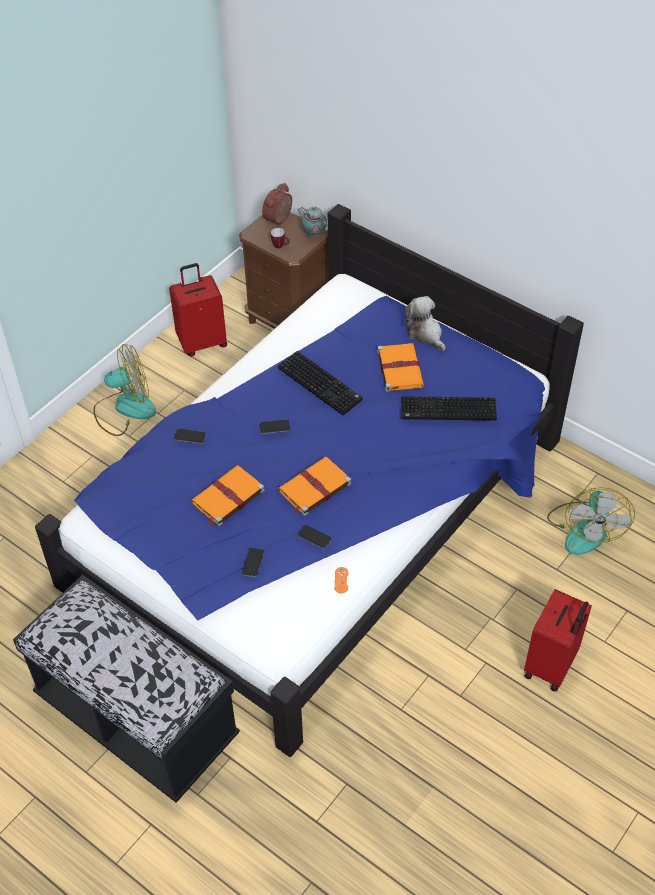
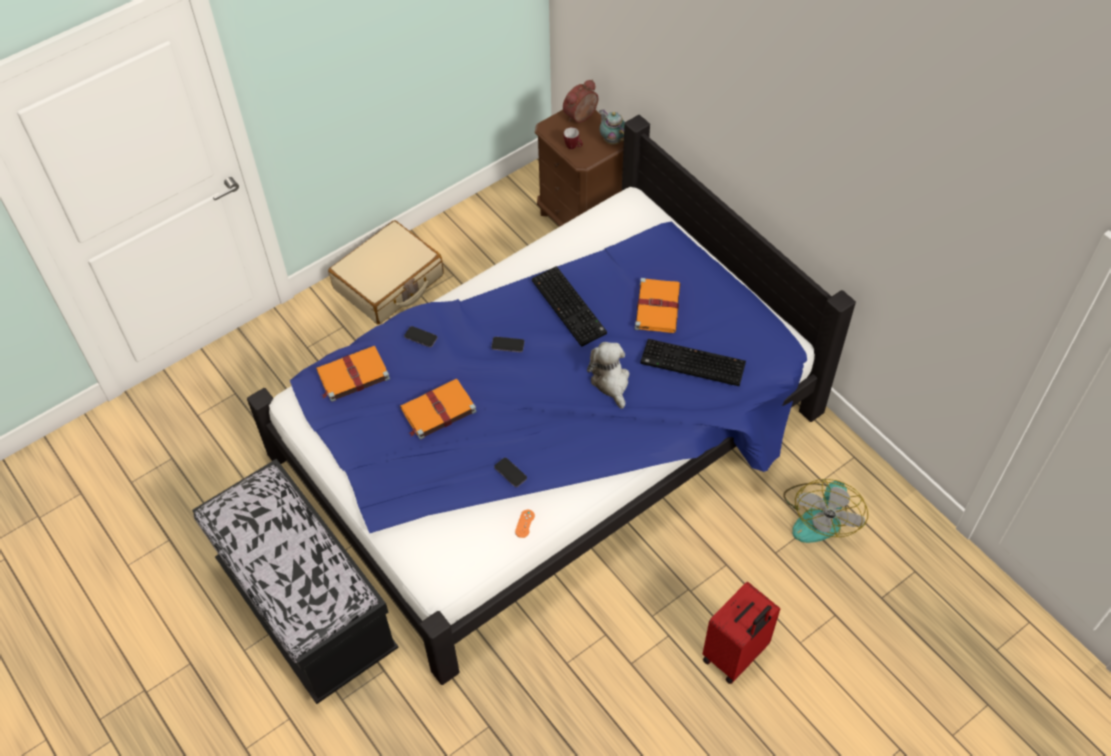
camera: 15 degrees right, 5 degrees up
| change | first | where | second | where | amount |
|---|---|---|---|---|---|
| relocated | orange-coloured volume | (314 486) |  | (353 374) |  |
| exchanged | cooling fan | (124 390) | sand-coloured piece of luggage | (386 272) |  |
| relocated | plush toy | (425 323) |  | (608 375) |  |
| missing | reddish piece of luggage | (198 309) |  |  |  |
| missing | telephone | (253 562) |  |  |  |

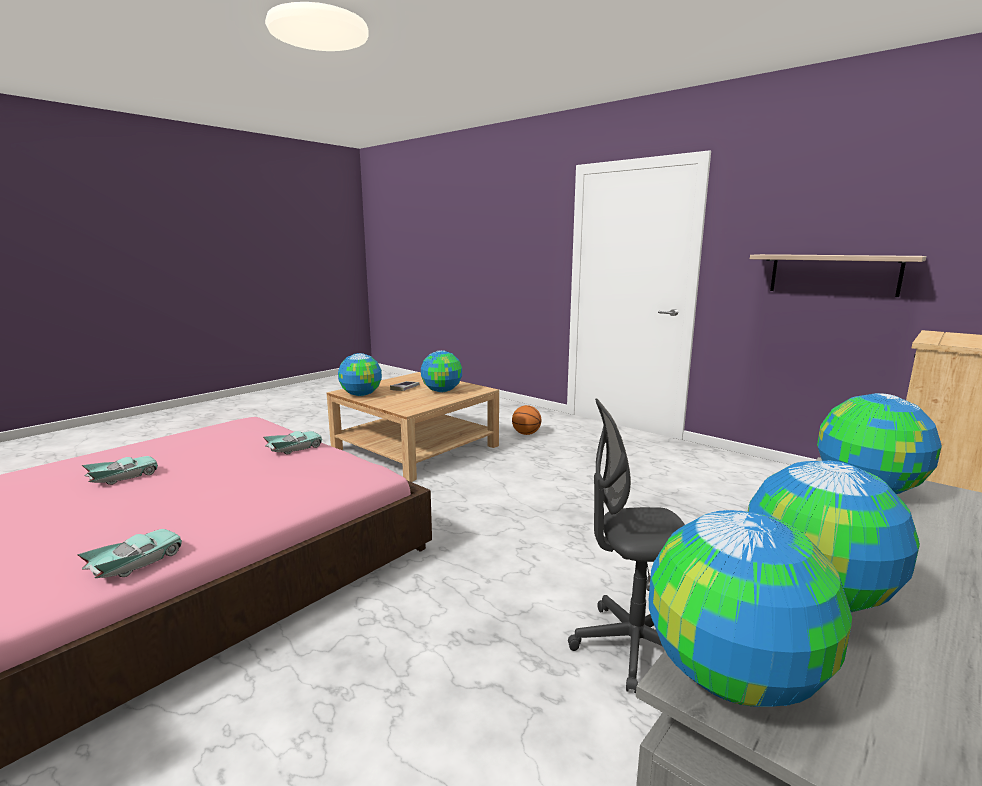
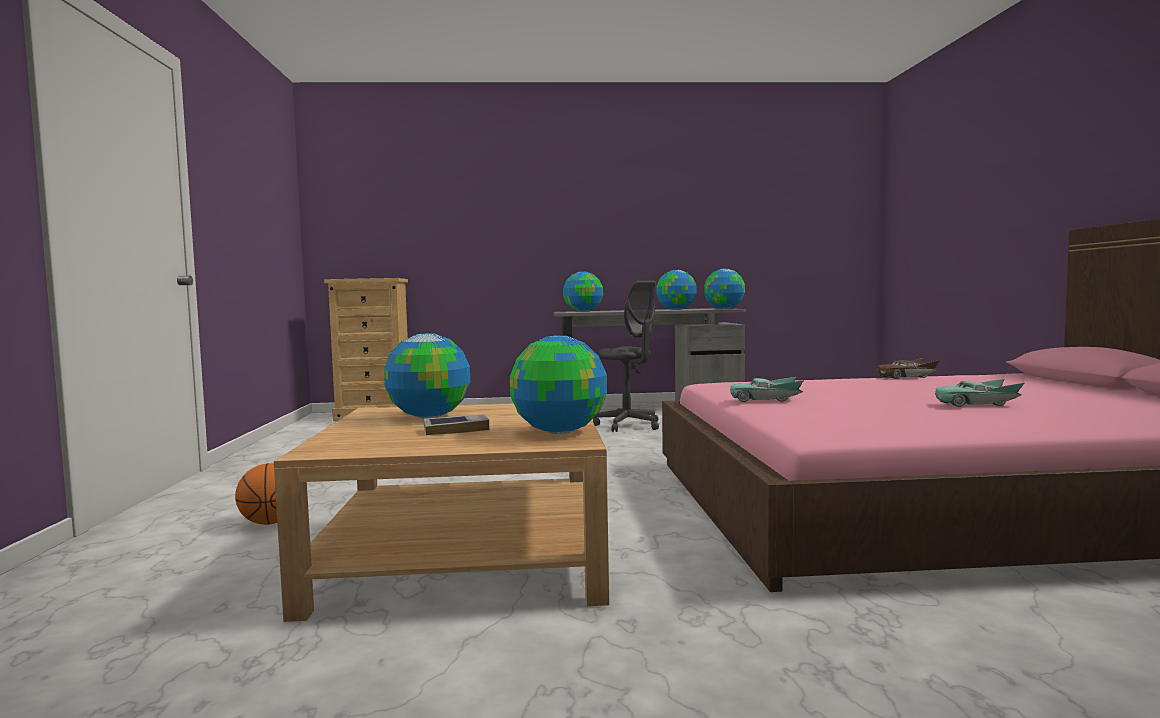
camera: 135 degrees left, 10 degrees down
| change | first | where | second | where | amount |
|---|---|---|---|---|---|
| colour | blue-green toy car | (129 553) | brownish toy car | (909 368) |  |
| missing | bracket shelf | (838 275) |  |  |  |

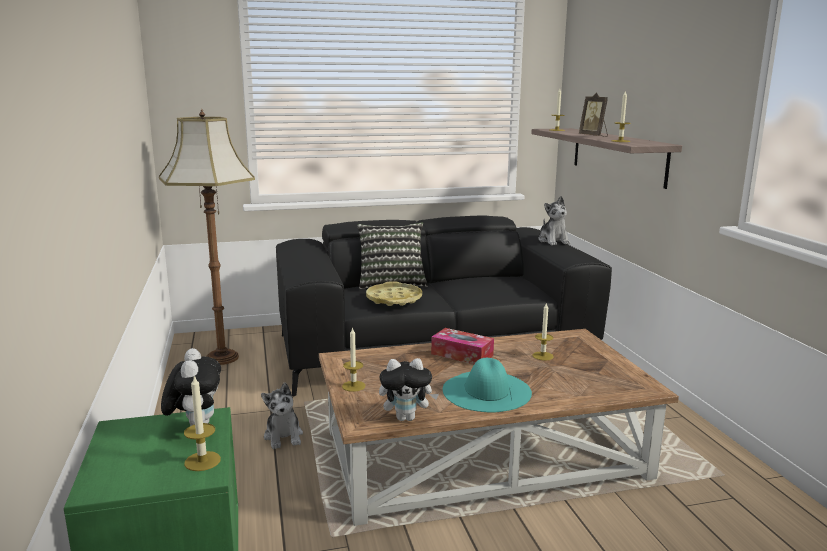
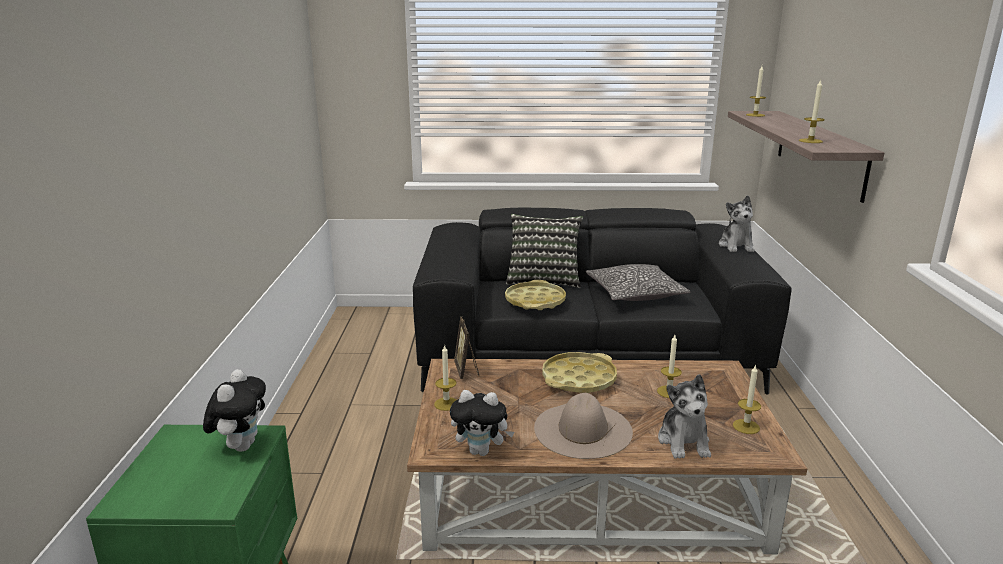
camera: 15 degrees right, 5 degrees up
| change | first | where | second | where | amount |
|---|---|---|---|---|---|
| relocated | picture frame | (593 114) |  | (466 348) |  |
| colour | blue-green wearable hat | (487 385) | sand-coloured wearable hat | (583 426) |  |
| exchanged | tissue holder | (462 346) | yellow serving tray | (579 372) |  |
| appeared |  |  | pillow | (638 282) |  |
| relocated | plush toy | (282 415) |  | (684 416) |  |
| relocated | wax candle | (202 423) |  | (747 399) |  |
| missing | standard lamp | (207 237) |  |  |  |

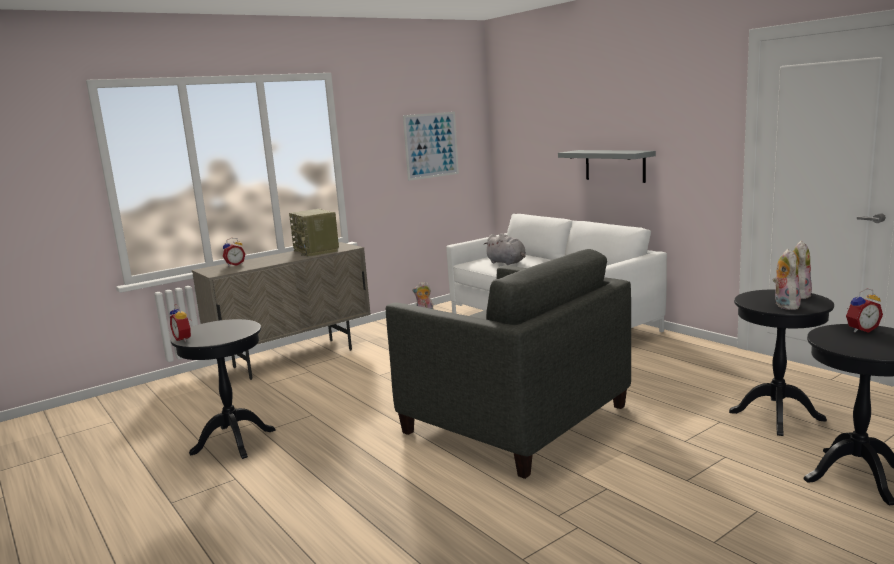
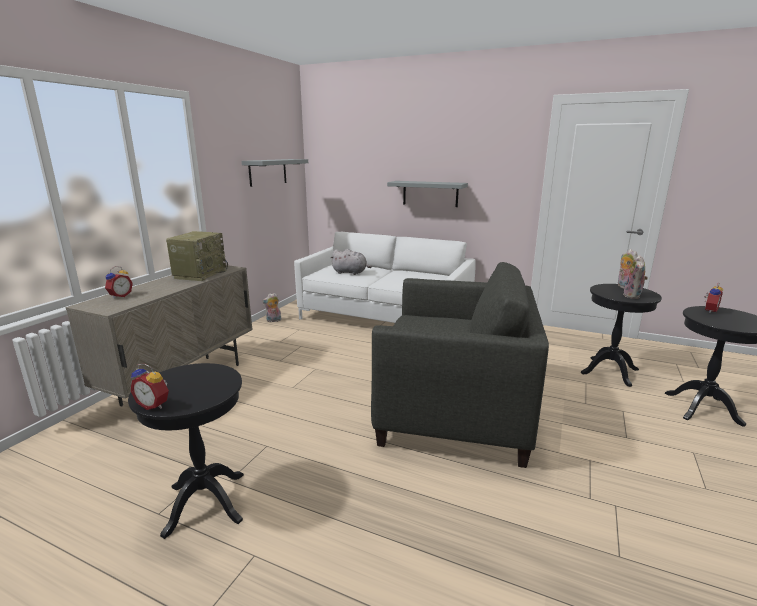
camera: 30 degrees left, 5 degrees up
| change | first | where | second | where | amount |
|---|---|---|---|---|---|
| spun | radio set | (314 233) |  | (197 256) | 105 degrees counterclockwise |
| exchanged | wall art | (431 146) | gray bracket shelf | (275 173) |  |
| spun | plush toy | (787 279) |  | (636 277) | 135 degrees counterclockwise |

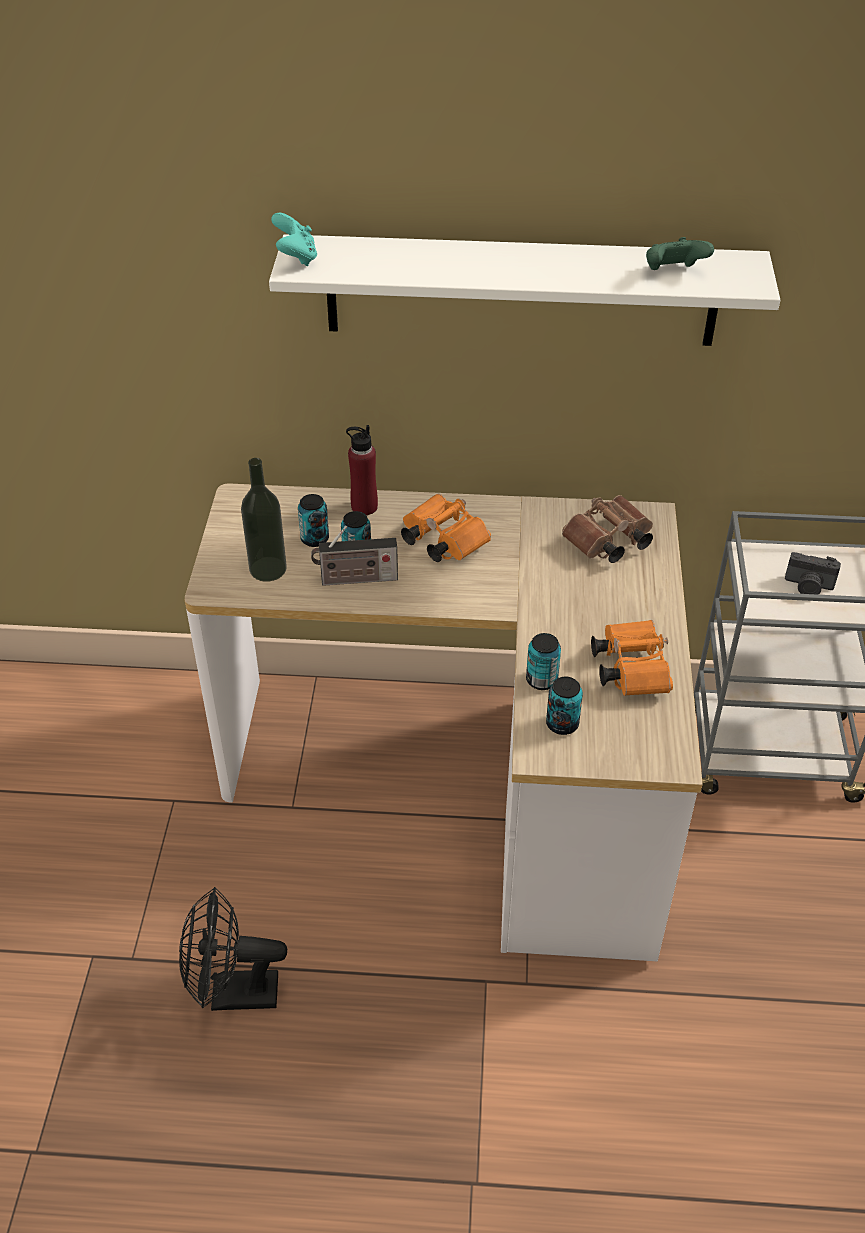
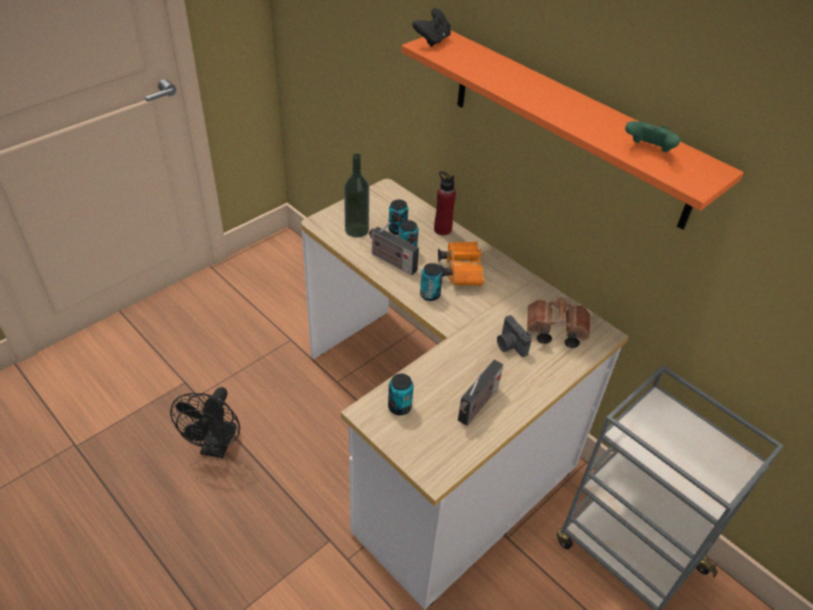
camera: 40 degrees right, 0 degrees up
| change | first | where | second | where | amount |
|---|---|---|---|---|---|
| spun | black-coloured cooling fan | (233 949) |  | (205 422) | 120 degrees counterclockwise |
| colour | white bracket shelf | (524 290) | orange-coloured bracket shelf | (572 130) |  |
| colour | blue-green game controller | (294 239) | black-coloured game controller | (431 27) |  |
| relocated | sealed can | (543 661) |  | (431 282) |  |
| exchanged | orange-coloured field glasses | (632 658) | radio set | (480 393) |  |
| relocated | photo camera | (813 573) |  | (514 336) |  |

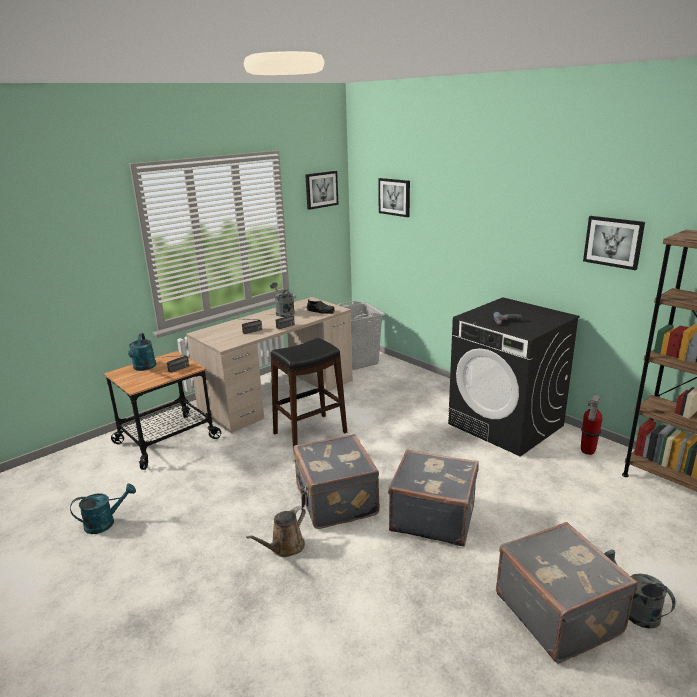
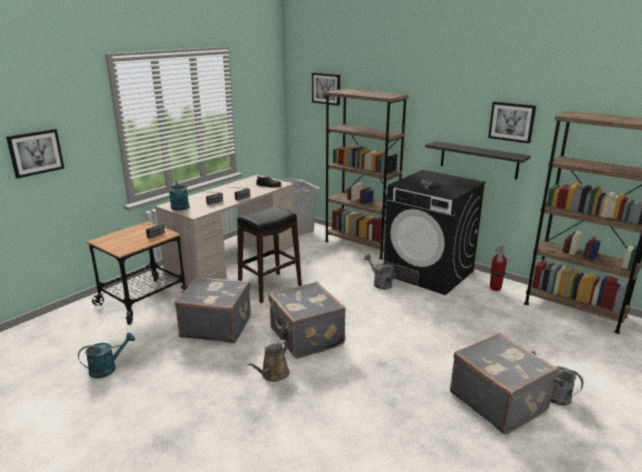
camera: 10 degrees left, 0 degrees up
| change | first | where | second | where | amount |
|---|---|---|---|---|---|
| relocated | wall art | (321 190) |  | (35 154) |  |
| relocated | blue-green watering pot | (142 352) |  | (179 195) |  |
| relocated | gray piece of luggage | (433 498) |  | (213 310) |  |
| appeared |  |  | brownish bookcase | (366 174) |  |
| relocated | gray watering pot | (282 299) |  | (379 271) |  |
| appeared |  |  | bracket shelf | (478 160) |  |

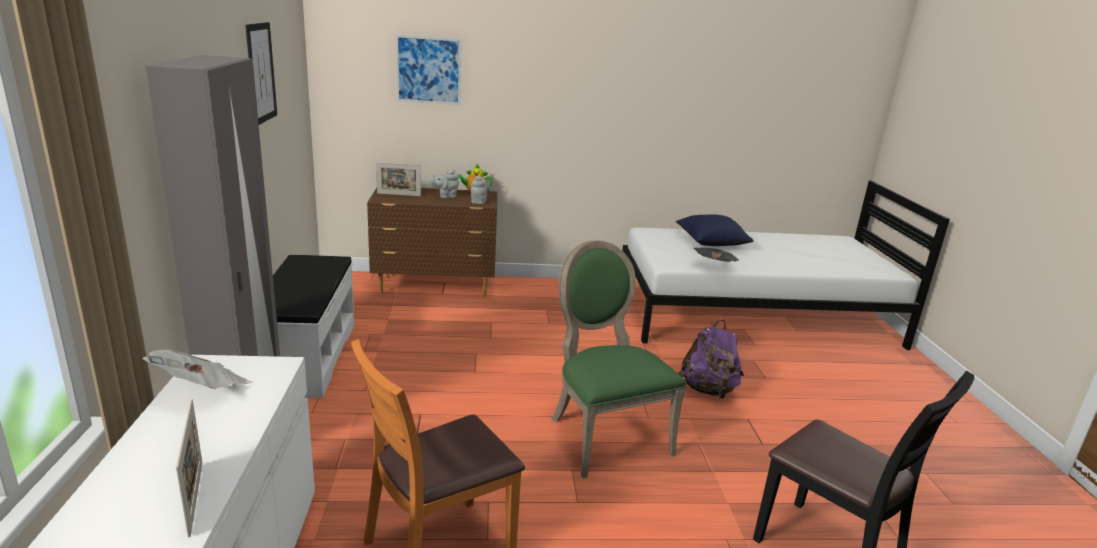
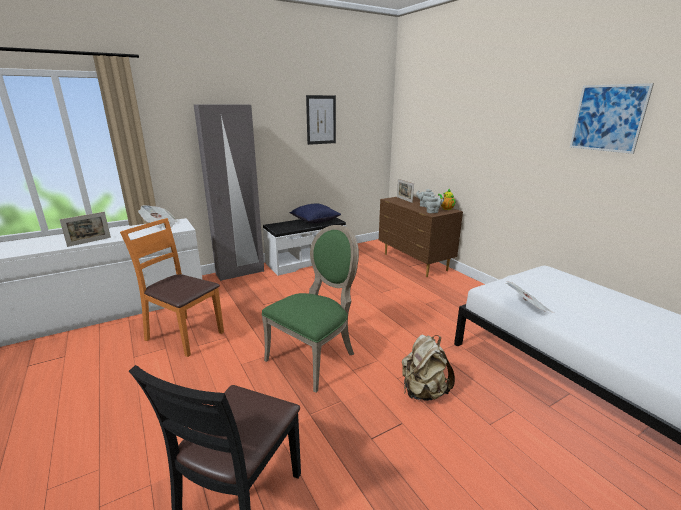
camera: 65 degrees right, 0 degrees up
| change | first | where | second | where | amount |
|---|---|---|---|---|---|
| relocated | blue pillow | (714 230) |  | (315 213) |  |
| colour | purple-coloured rucksack | (711 359) | sand-coloured rucksack | (428 368) |  |
| relocated | wall art | (428 70) |  | (612 118) |  |

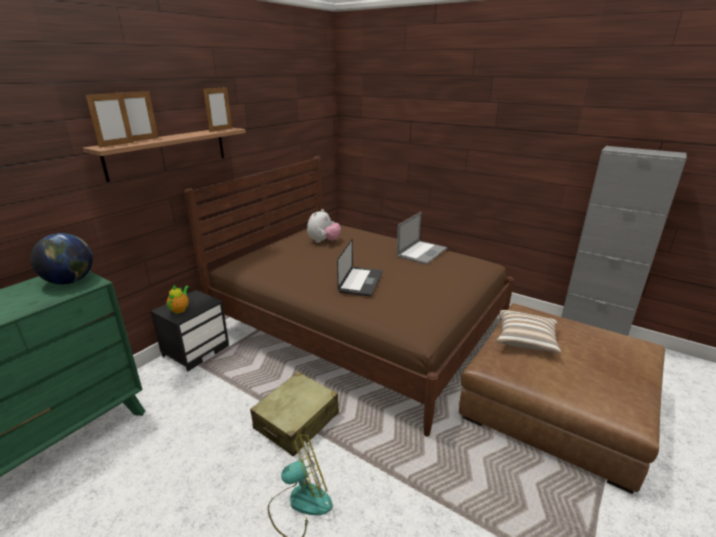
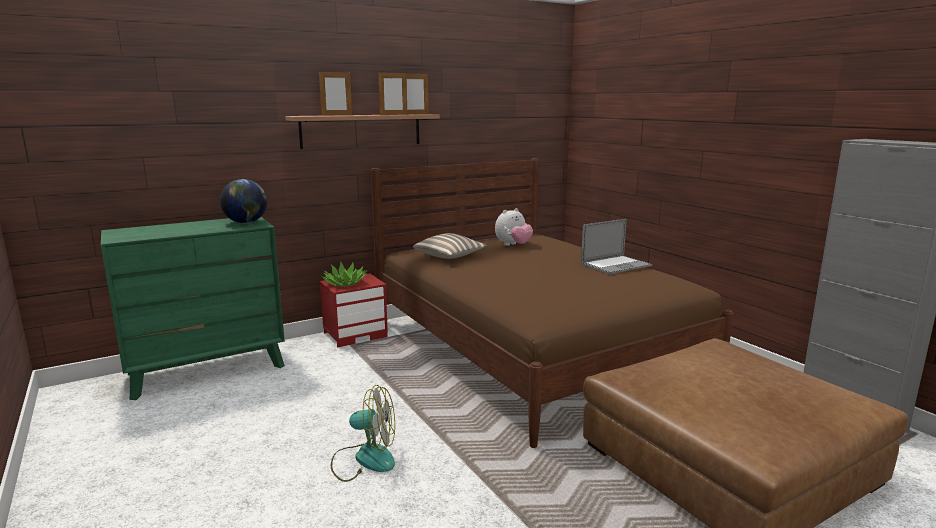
camera: 25 degrees right, 10 degrees down
| change | first | where | second | where | amount |
|---|---|---|---|---|---|
| colour | black-coloured bedside table | (190 331) | reddish bedside table | (354 310) |  |
| exchanged | pot for tea | (177 299) | houseplant | (344 274) |  |
| relocated | picture frame | (109 120) |  | (393 93) |  |
| relocated | pillow | (528 331) |  | (450 246) |  |
| missing | sand-coloured piece of luggage | (294 414) |  |  |  |
| missing | notebook computer | (360 268) |  |  |  |

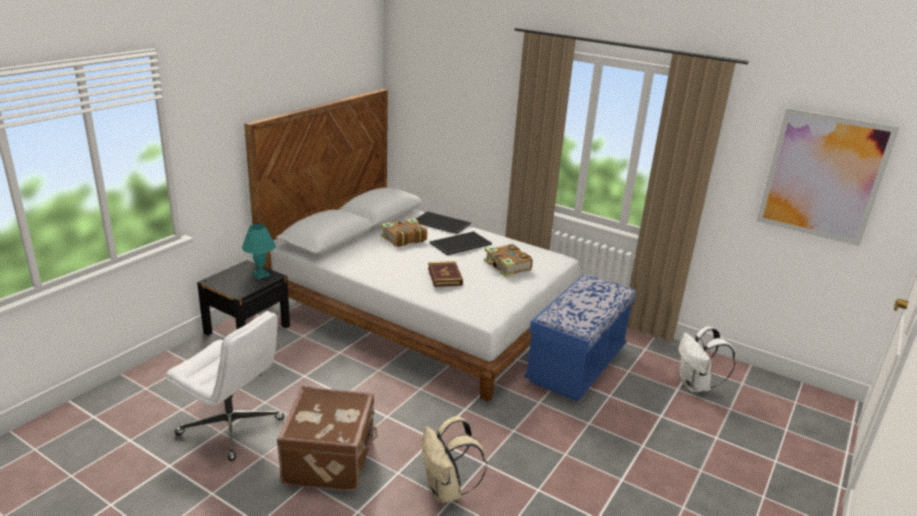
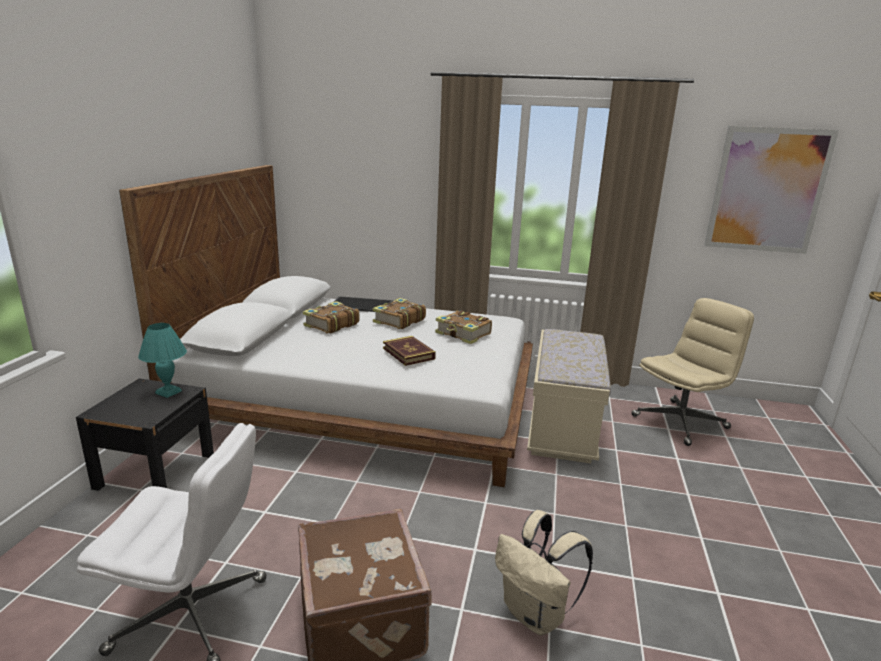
camera: 20 degrees left, 5 degrees down
| change | first | where | second | where | amount |
|---|---|---|---|---|---|
| exchanged | serving tray | (461 243) | volume | (399 313) |  |
| colour | blue indoor bench | (580 337) | sand-coloured indoor bench | (569 396) |  |
| exchanged | white rucksack | (707 359) | sand-coloured computer chair | (693 372) |  |

